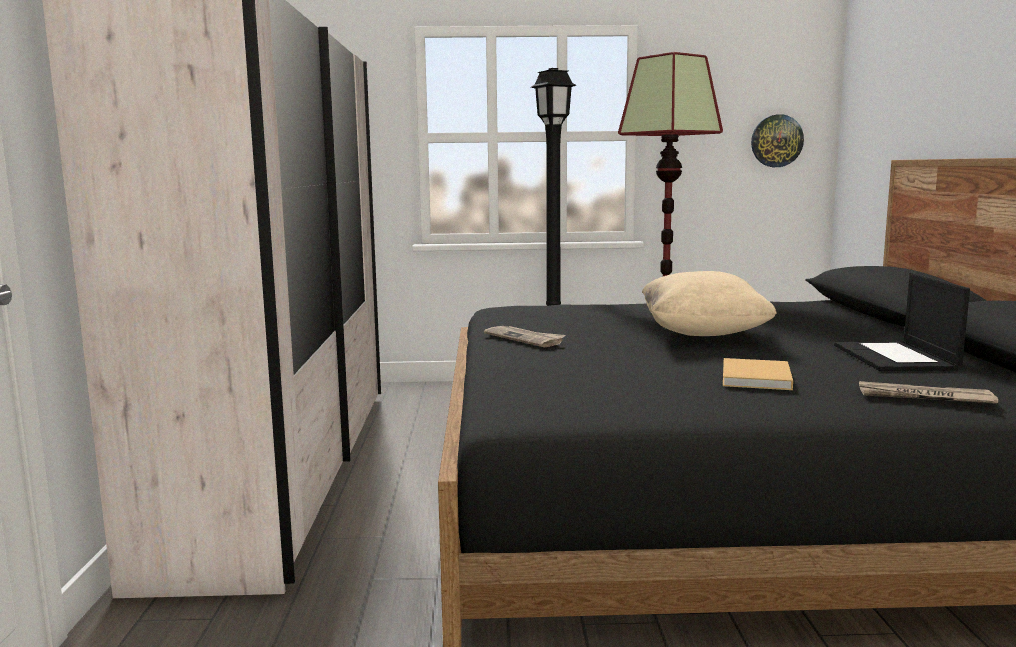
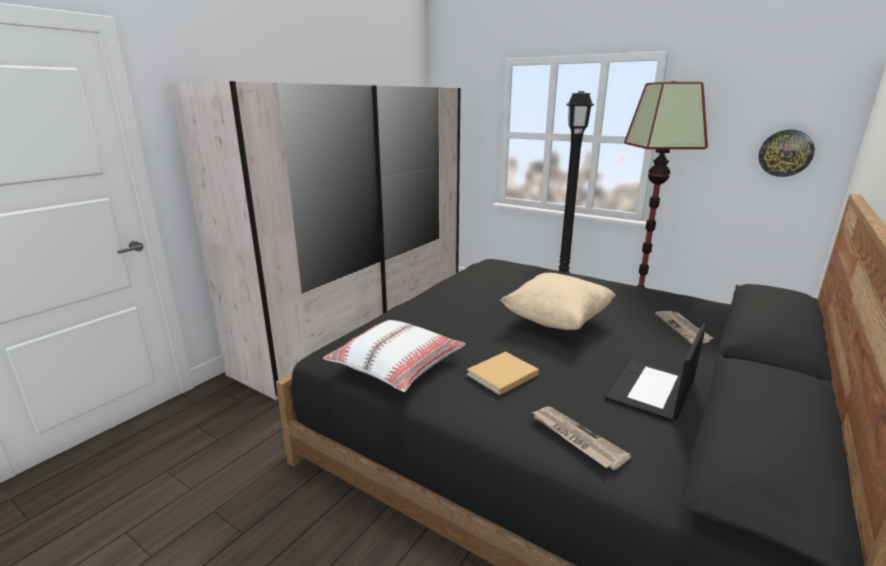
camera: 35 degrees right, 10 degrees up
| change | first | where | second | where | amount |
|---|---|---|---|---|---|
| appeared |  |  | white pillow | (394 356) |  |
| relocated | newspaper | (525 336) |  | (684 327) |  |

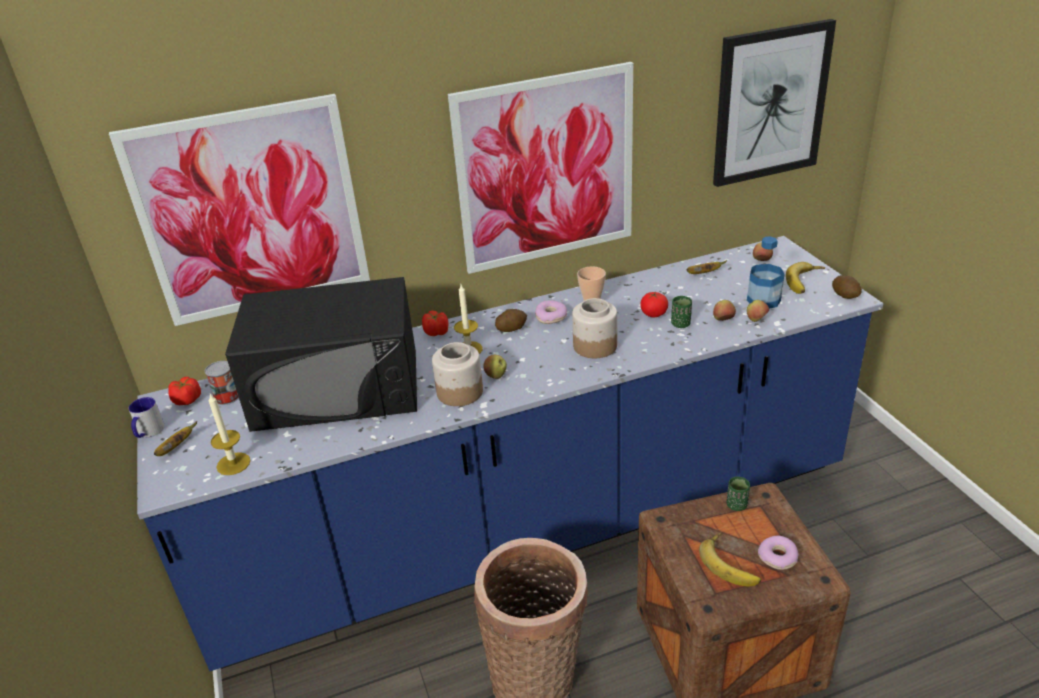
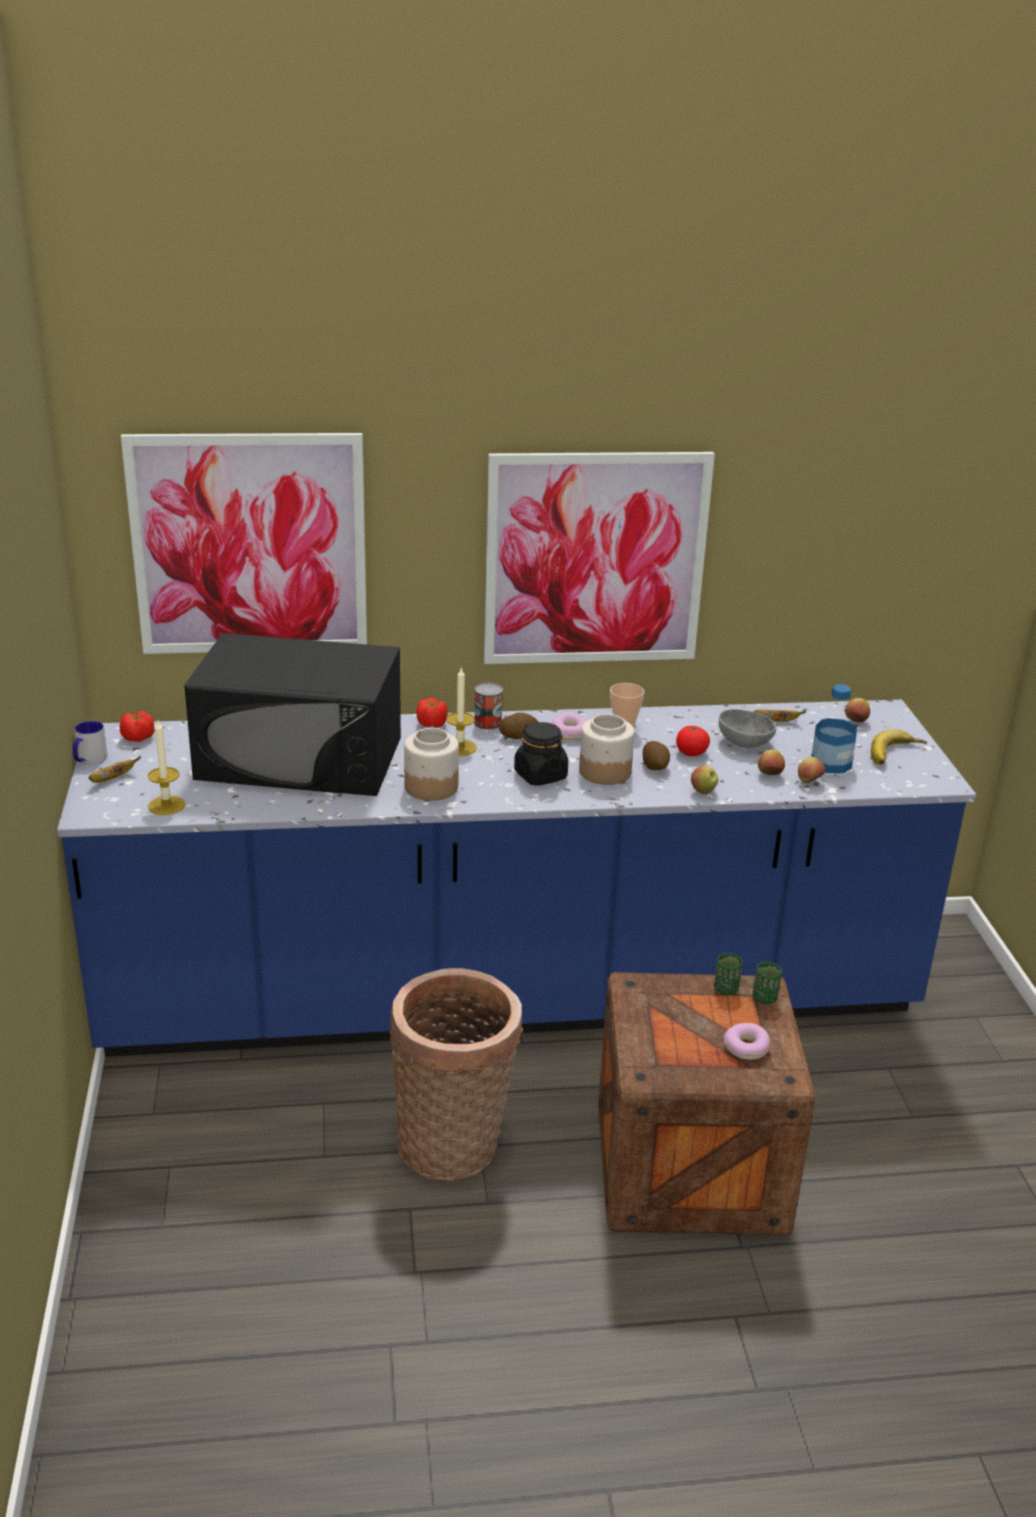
camera: 10 degrees right, 5 degrees down
| change | first | where | second | where | amount |
|---|---|---|---|---|---|
| relocated | sealed can | (222 383) |  | (488 706) |  |
| appeared |  |  | black-coloured jar | (541 754) |  |
| relocated | potato | (847 287) |  | (656 755) |  |
| relocated | whole apple | (495 367) |  | (704 780) |  |
| appeared |  |  | gray deep dish | (747 728) |  |
| relocated | greenish drinking cup | (681 312) |  | (767 983) |  |
| missing | whole banana | (730 559) |  |  |  |
| missing | wall art | (774 103) |  |  |  |

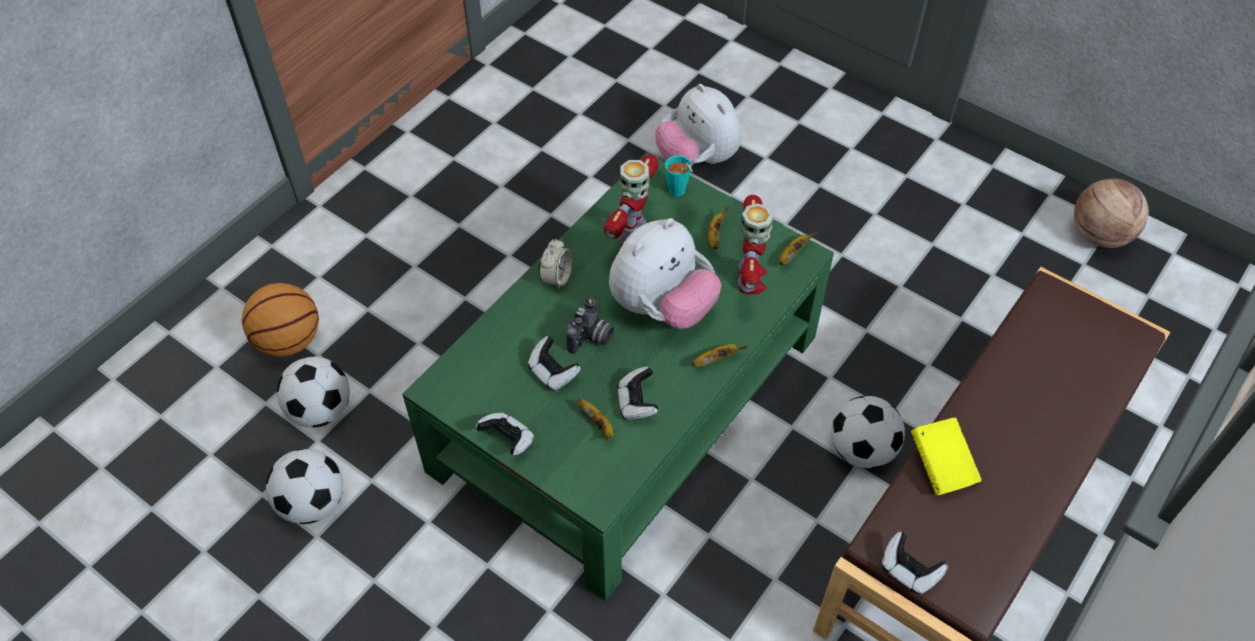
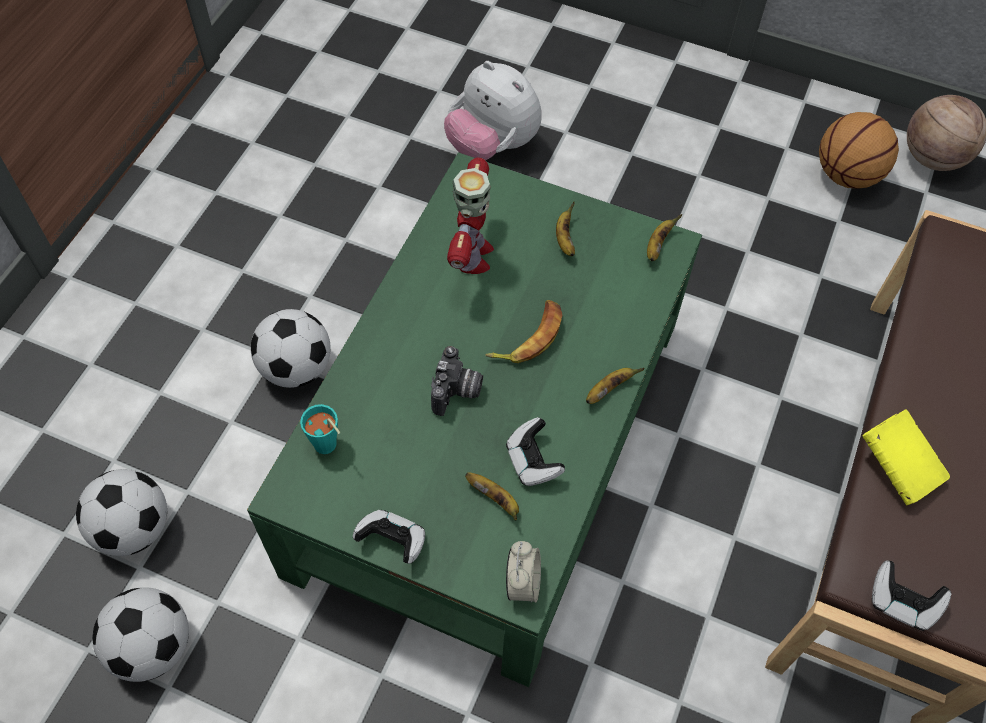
camera: 15 degrees left, 5 degrees up
| change | first | where | second | where | amount |
|---|---|---|---|---|---|
| relocated | ball for football | (868 432) |  | (291 348) |  |
| relocated | blue-green drinking cup | (679 176) |  | (320 429) |  |
| exchanged | plush toy | (665 273) | whole banana | (523 331) |  |
| relocated | table clock | (556 264) |  | (523 572) |  |
| relocated | ball for basketball | (280 320) |  | (859 150) |  |
| missing | game controller | (554 363) |  |  |  |
| missing | robot figure | (756 244) |  |  |  |

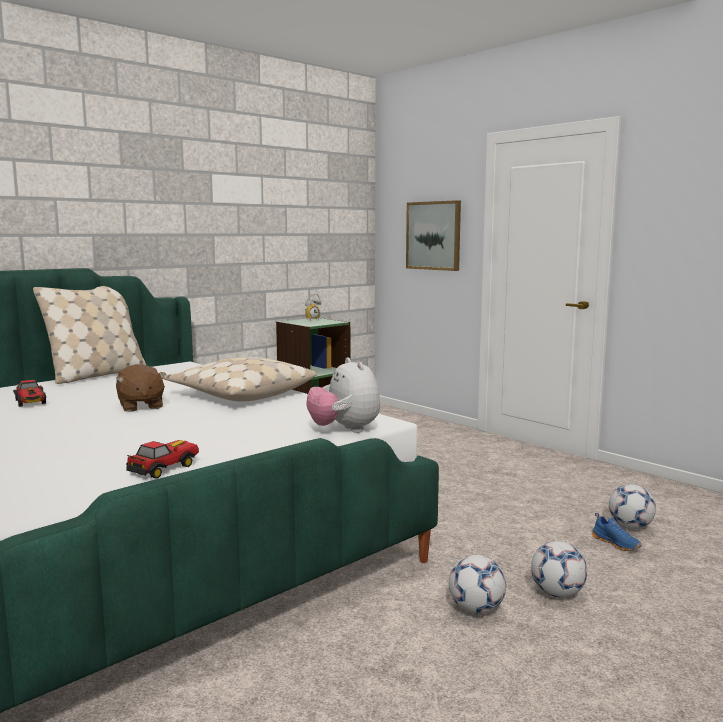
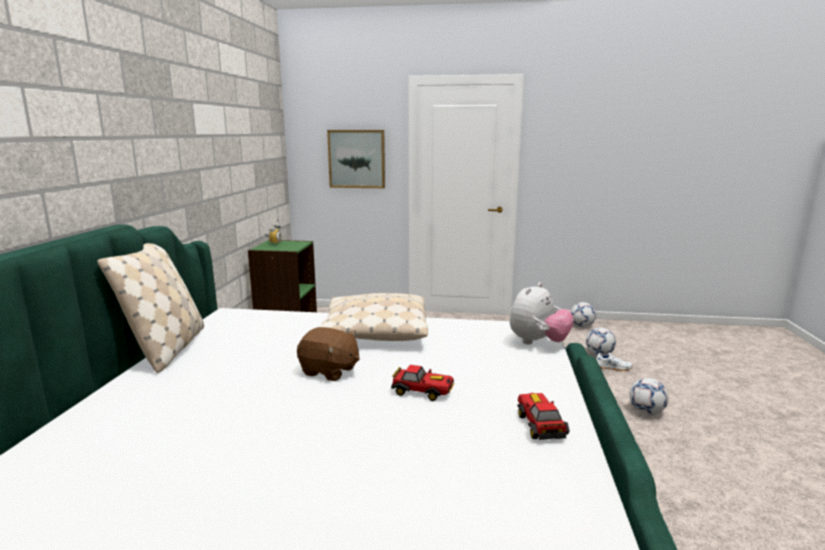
camera: 40 degrees left, 5 degrees up
| change | first | where | second | where | amount |
|---|---|---|---|---|---|
| relocated | toy car | (29 393) |  | (422 383) |  |
| spun | plush toy | (343 395) |  | (542 313) | 75 degrees counterclockwise |
| relocated | ball for football | (477 584) |  | (583 314) |  |
| colour | blue shoe | (617 532) | white shoe | (614 361) |  |

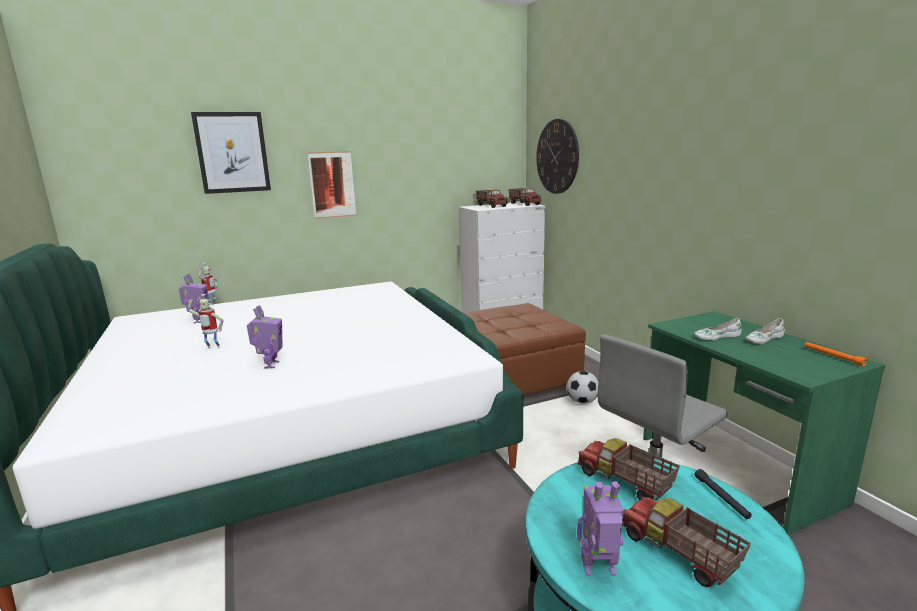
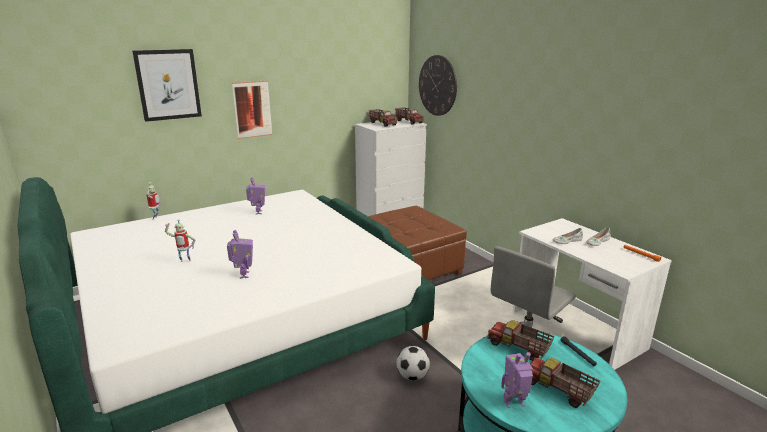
camera: 10 degrees left, 5 degrees up
| change | first | where | second | where | amount |
|---|---|---|---|---|---|
| relocated | robot figure | (193 298) |  | (255 196) |  |
| relocated | ball for football | (583 387) |  | (413 363) |  |
| colour | greenish desk | (764 423) | white desk | (592 294) |  |

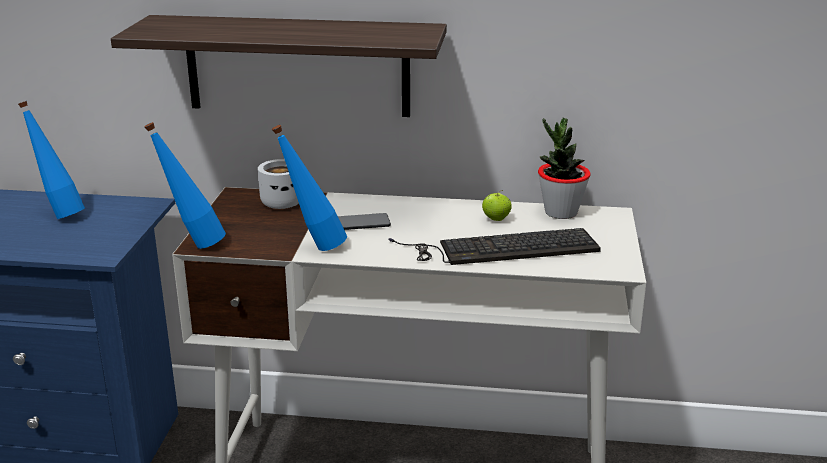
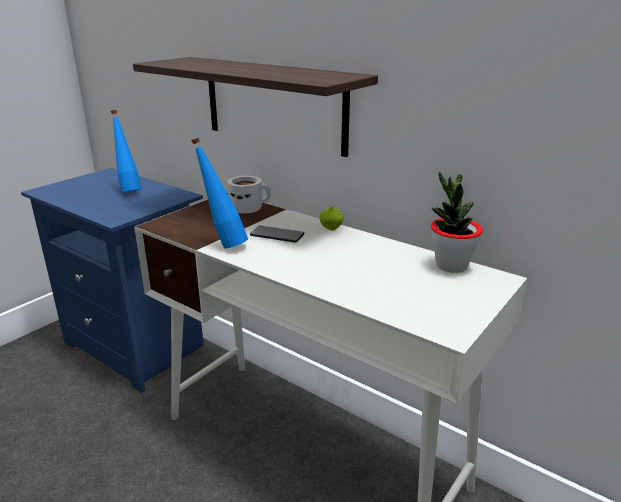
camera: 30 degrees right, 0 degrees up
| change | first | where | second | where | amount |
|---|---|---|---|---|---|
| relocated | whole apple | (497 205) |  | (332 218) |  |
| missing | blue bottle | (185 185) |  |  |  |
| missing | PC keyboard | (494 246) |  |  |  |

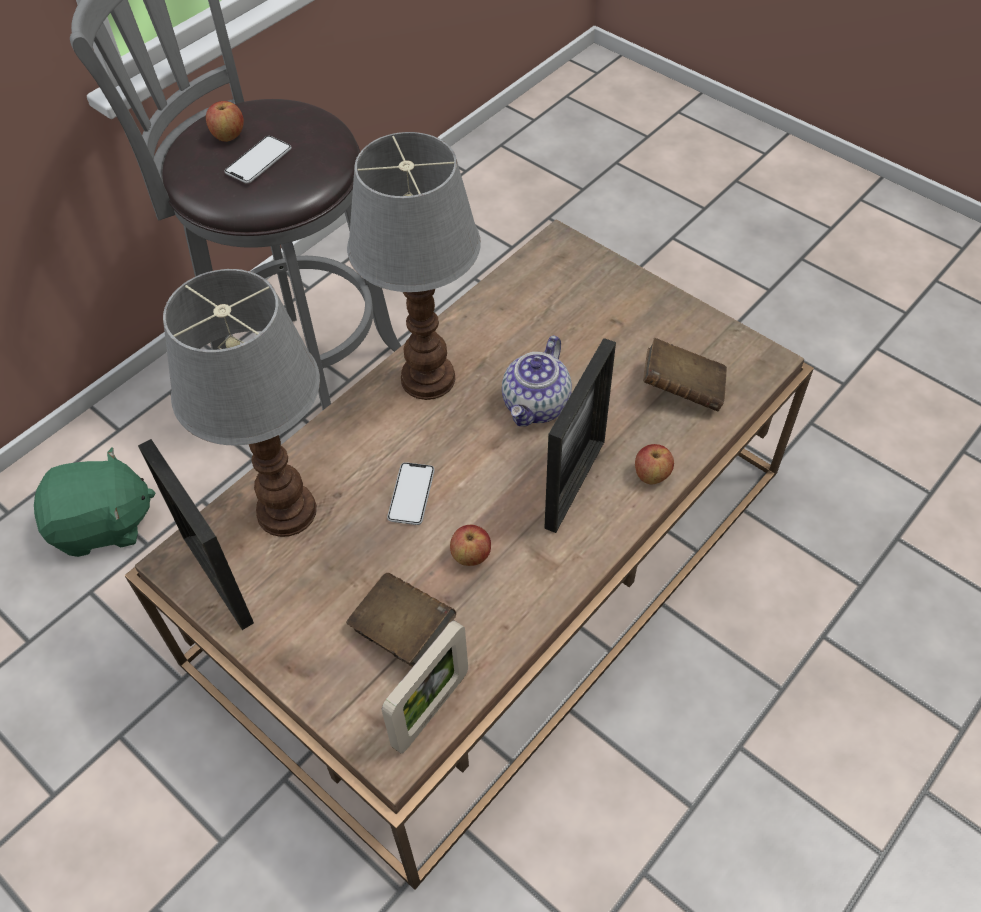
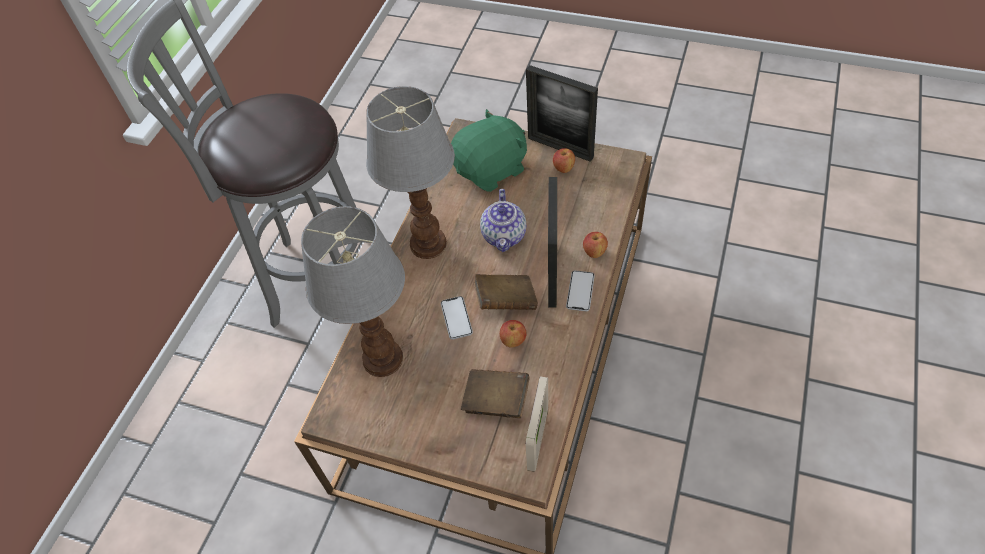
camera: 20 degrees left, 0 degrees up
| change | first | where | second | where | amount |
|---|---|---|---|---|---|
| relocated | greenish plush toy | (95 502) |  | (489 150) |  |
| relocated | brownish volume | (685 374) |  | (505 292) |  |
| relocated | picture frame | (196 534) |  | (562 113) |  |
| relocated | whole apple | (225 121) |  | (564 160) |  |
| relocated | telephone | (258 160) |  | (580 291) |  |

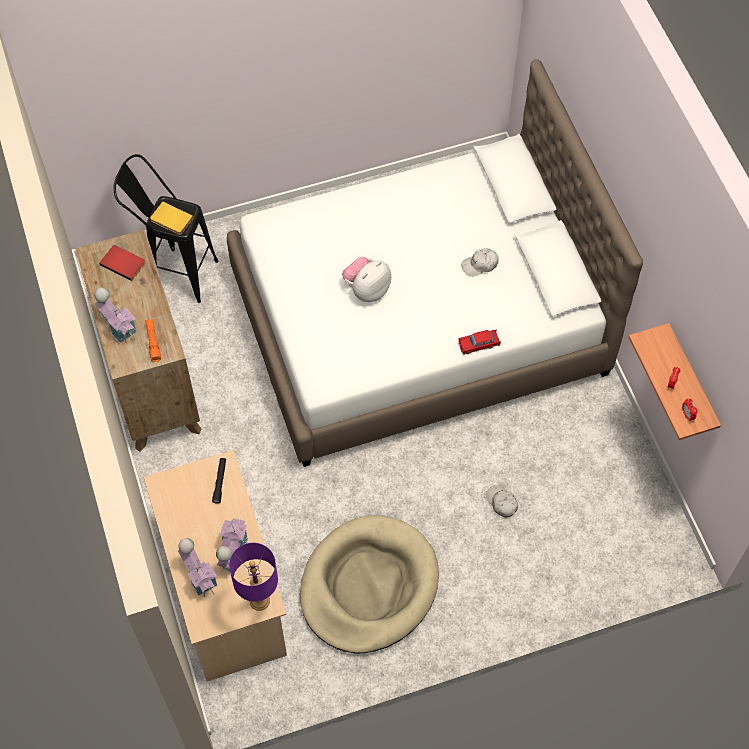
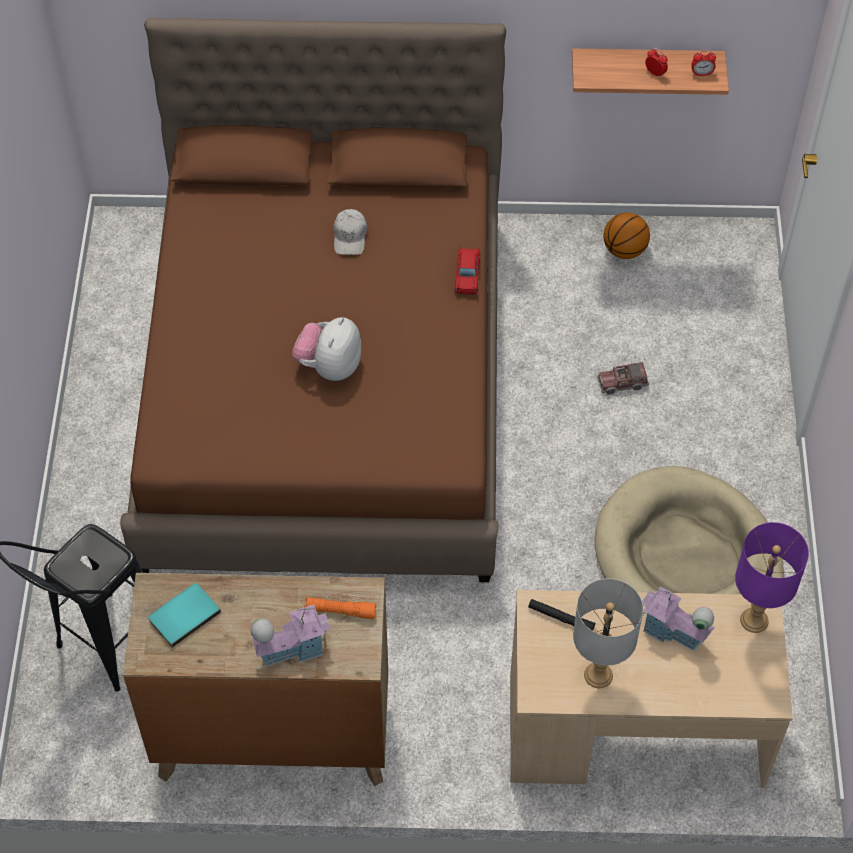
camera: 70 degrees left, 5 degrees down
| change | first | where | second | where | amount |
|---|---|---|---|---|---|
| colour | white bed | (435 263) | brownish bed | (313 299) |  |
| colour | reddish volume | (122 263) | blue-green volume | (184 615) |  |
| spun | plush toy | (366 279) |  | (326 349) | 45 degrees clockwise |
| appeared |  |  | gray tabletop lamp | (608 633) |  |
| exchanged | white baseball cap | (502 501) | toy lorry | (623 378) |  |
| appeared |  |  | ball for basketball | (626 236) |  |
| missing | yellow volume | (171 218) |  |  |  |
| missing | toy house | (198 567) |  |  |  |

